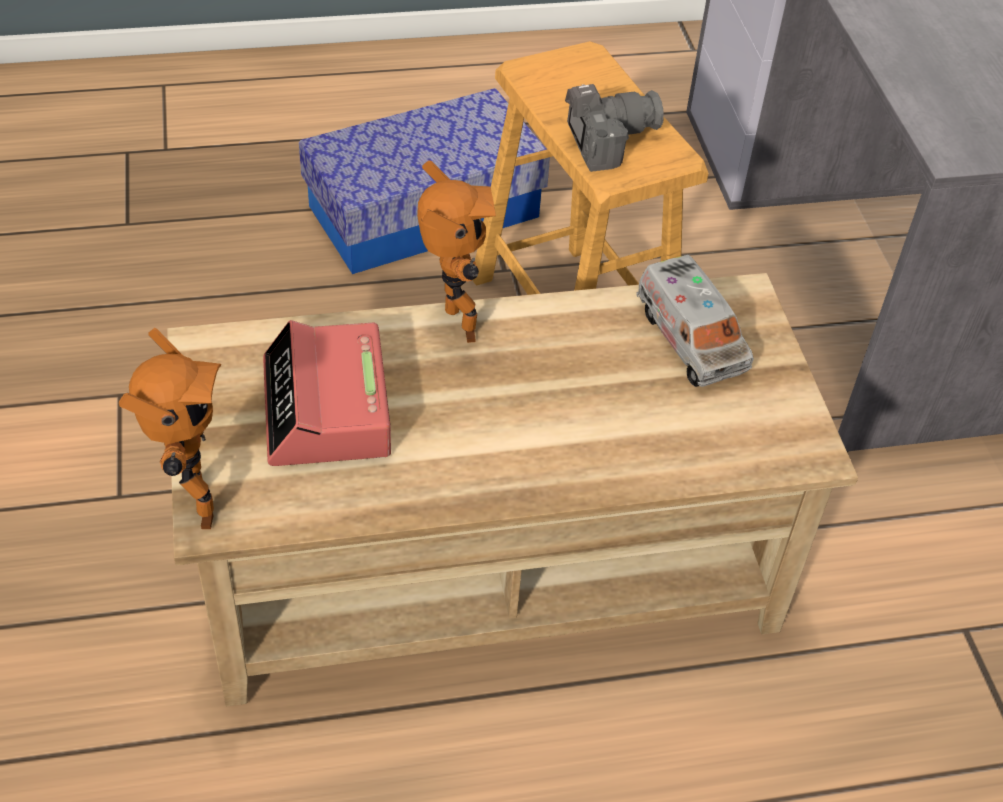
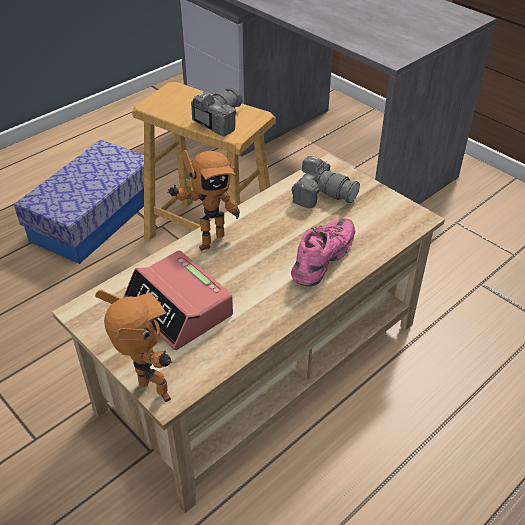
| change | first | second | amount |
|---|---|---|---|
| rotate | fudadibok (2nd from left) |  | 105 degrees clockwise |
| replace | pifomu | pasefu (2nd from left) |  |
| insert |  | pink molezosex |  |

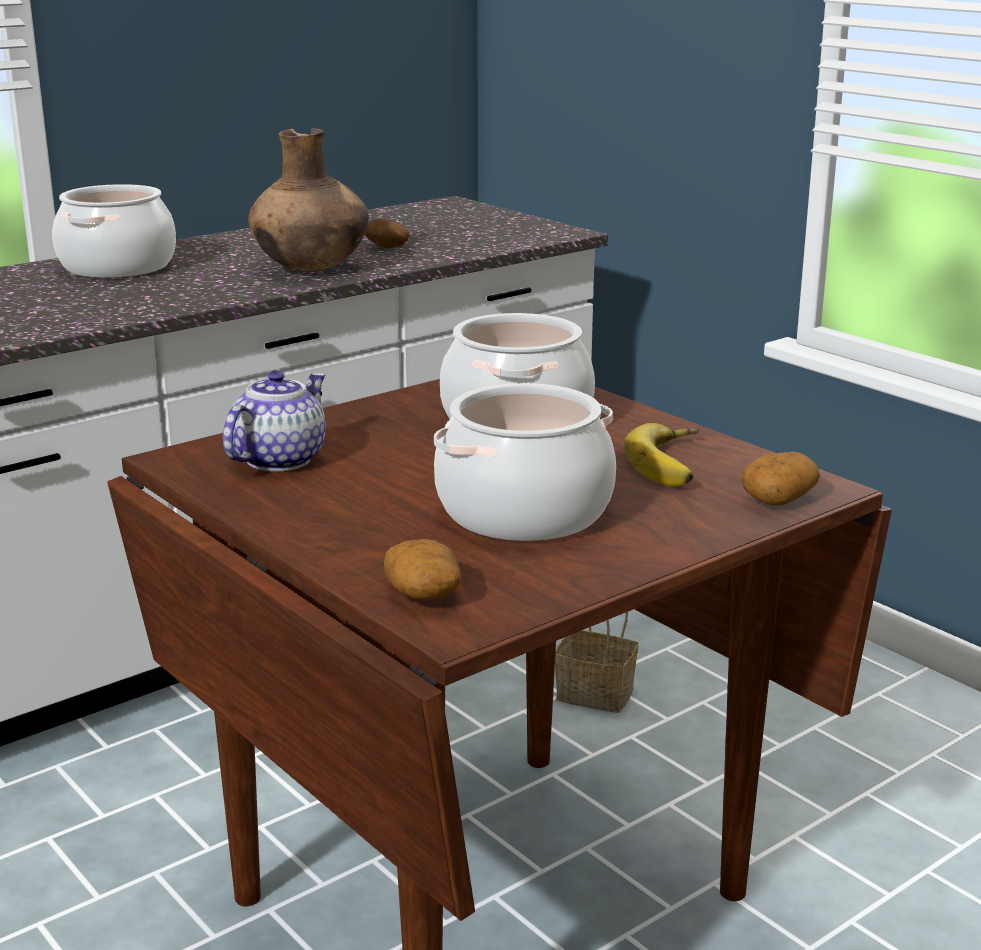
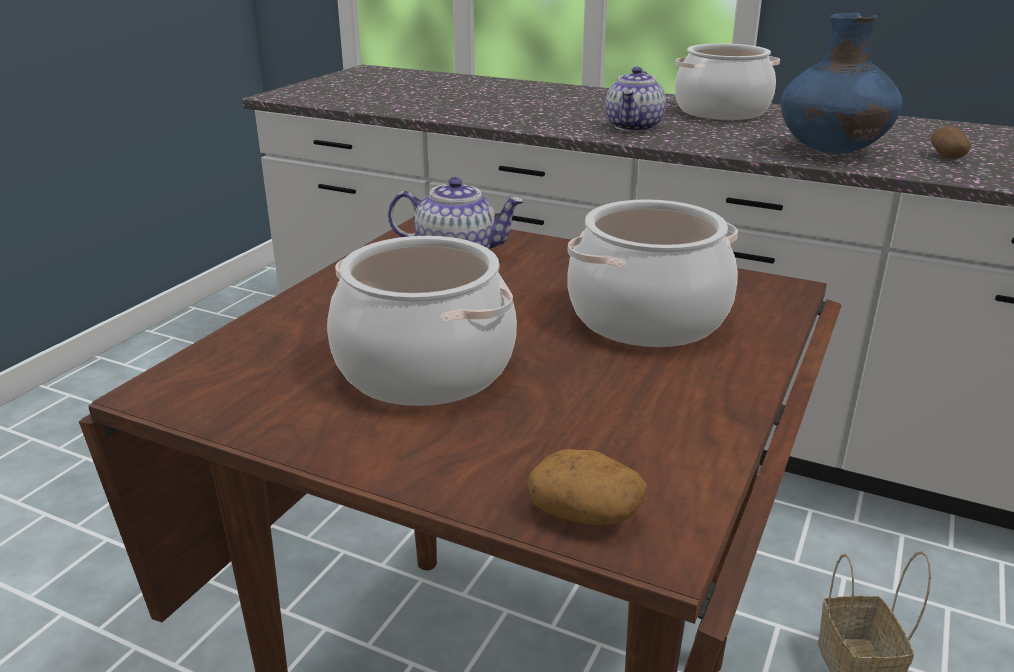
| change | first | second | amount |
|---|---|---|---|
| recolor | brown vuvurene | blue vuvurene |  |
| delete | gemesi (2nd from left) |  |  |
| delete | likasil |  |  |
| insert |  | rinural (2nd from left) |  |

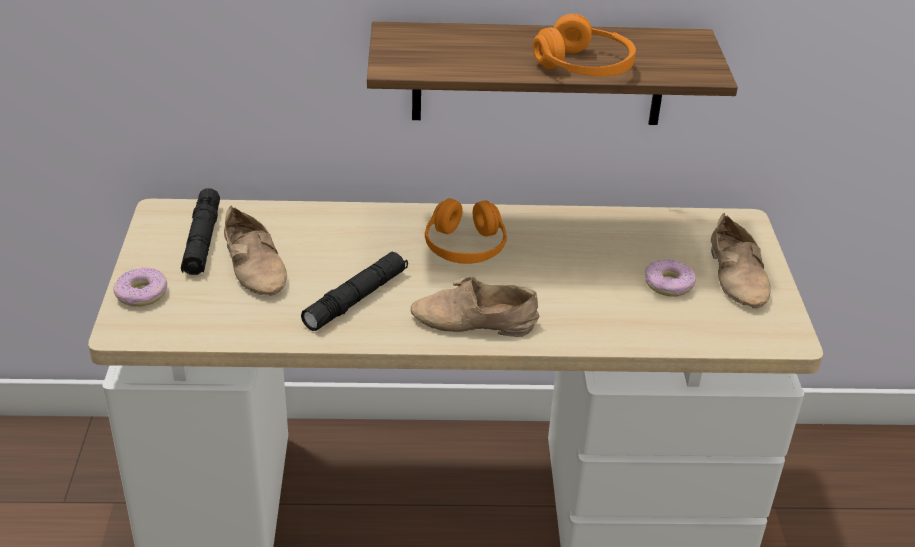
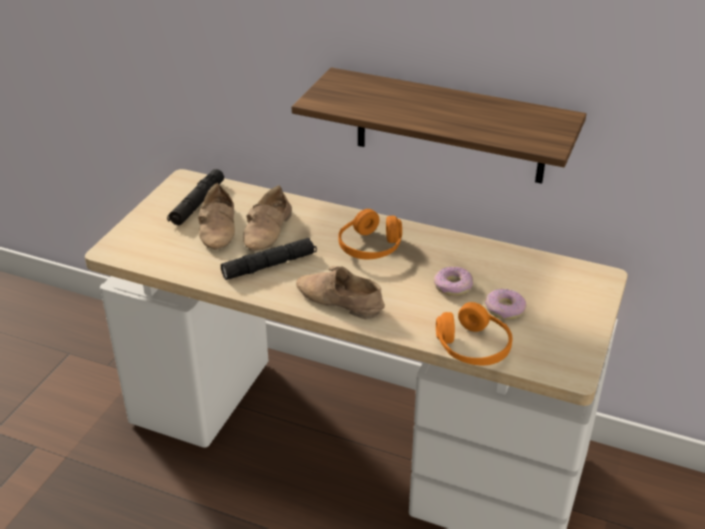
| change | first | second | amount |
|---|---|---|---|
| move | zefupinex (1st from left) |  |  |
| move | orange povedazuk (2nd from left) |  |  |
| move | beige molezosex (3rd from left in the first image) | beige molezosex (2nd from left) |  |

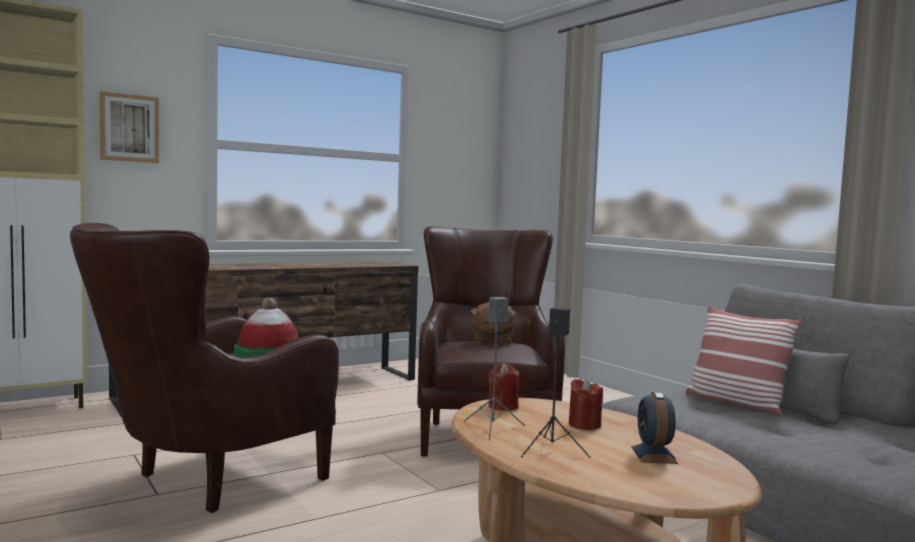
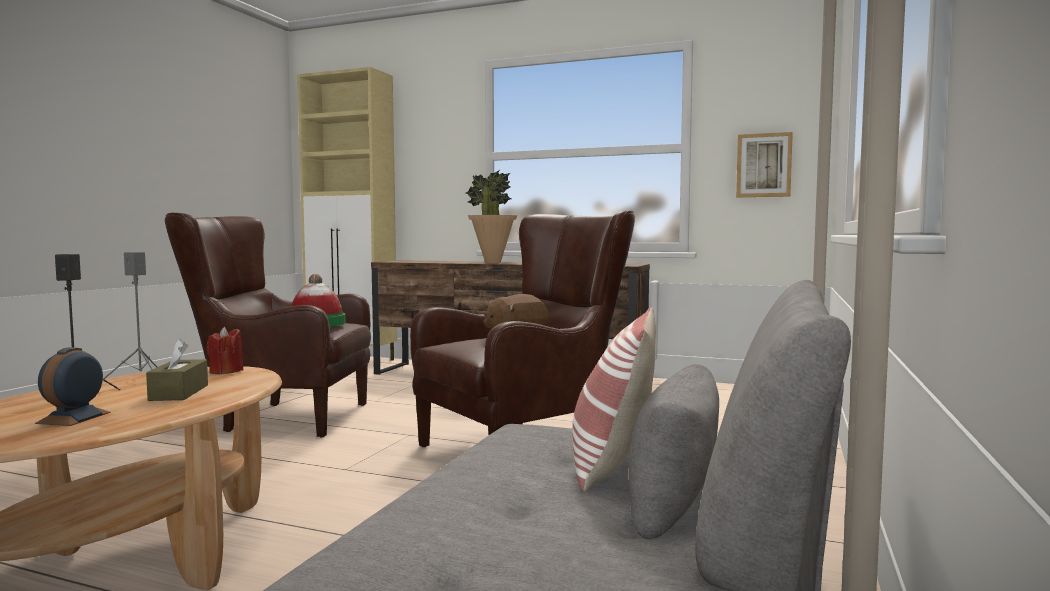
| change | first | second | amount |
|---|---|---|---|
| move | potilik |  |  |
| replace | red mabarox (2nd from left) | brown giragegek |  |
| rotate | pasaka |  | 45 degrees counterclockwise |
| insert |  | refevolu |  |

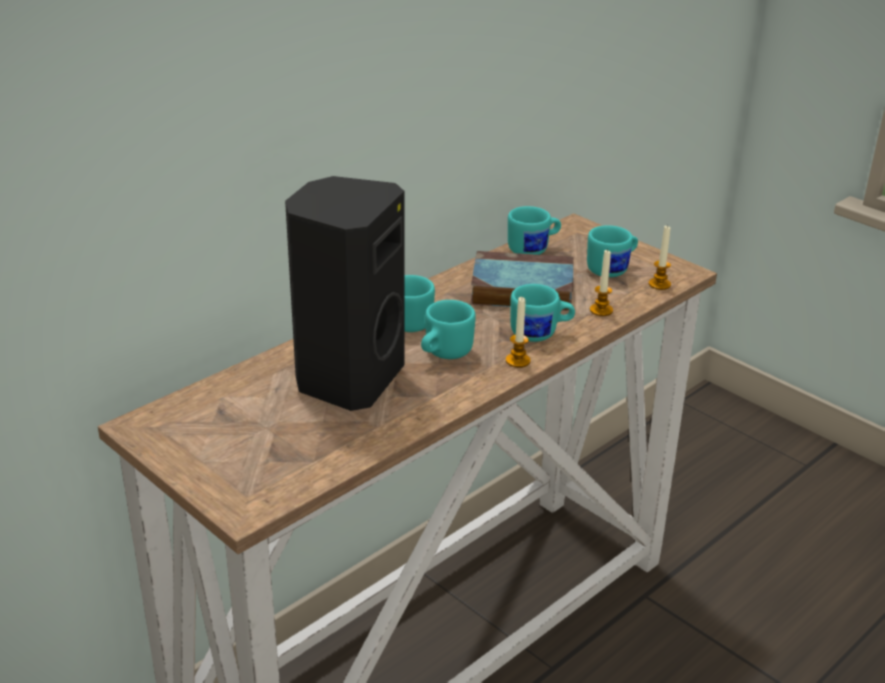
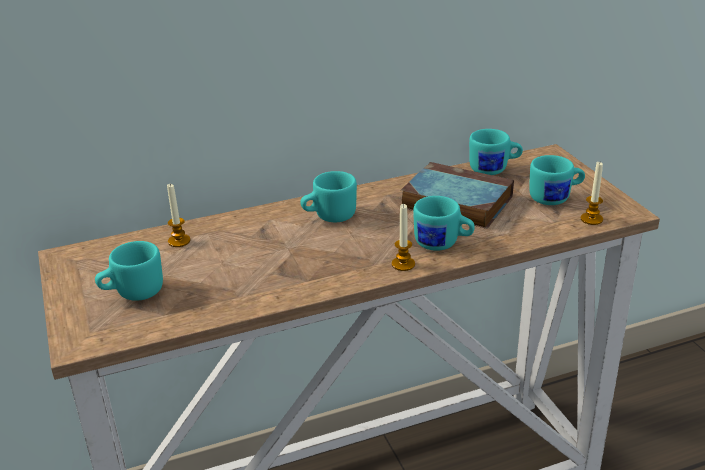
| change | first | second | amount |
|---|---|---|---|
| delete | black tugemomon |  |  |
| move | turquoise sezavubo (2nd from left in the first image) | turquoise sezavubo (1st from left) |  |
| move | mabarox (2nd from left in the first image) | mabarox (1st from left) |  |

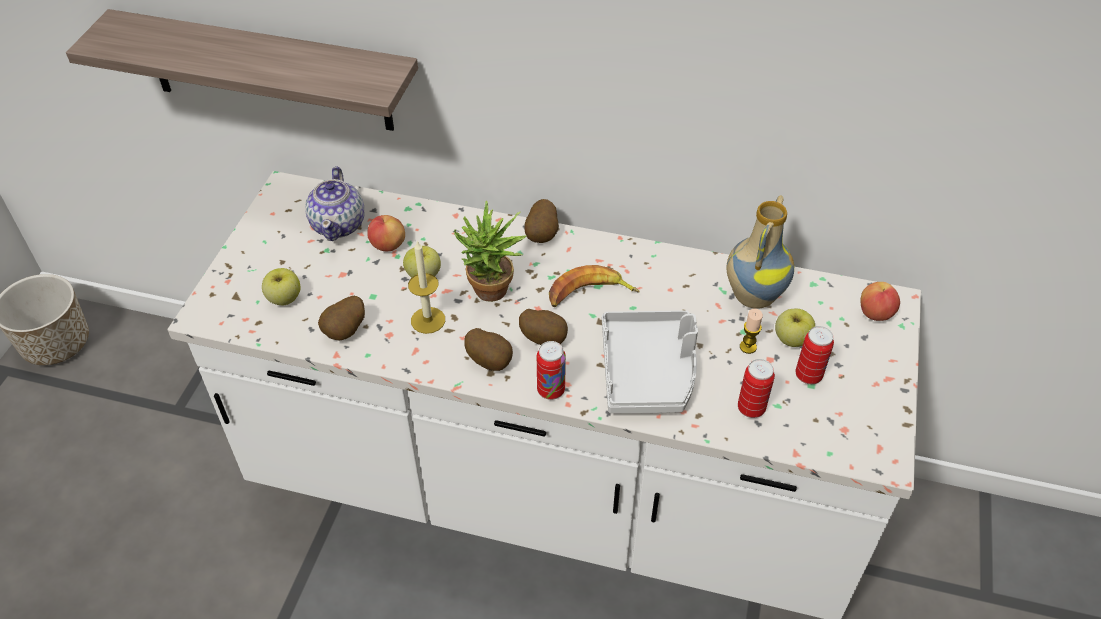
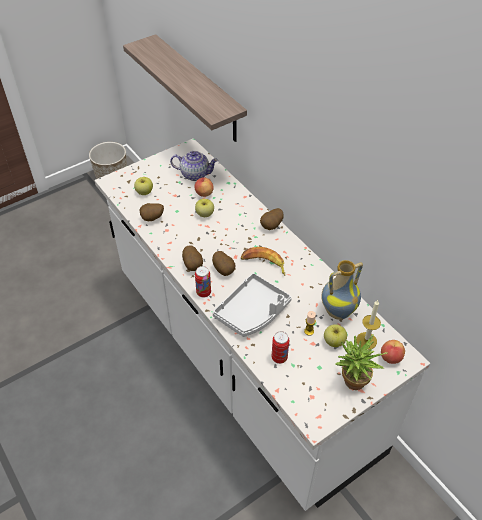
| change | first | second | amount |
|---|---|---|---|
| rotate | rinural |  | 120 degrees counterclockwise |
| move | mabarox (1st from left in the first image) | mabarox (2nd from left) |  |
| move | refevolu |  |  |
| delete | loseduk (3rd from left) |  |  |

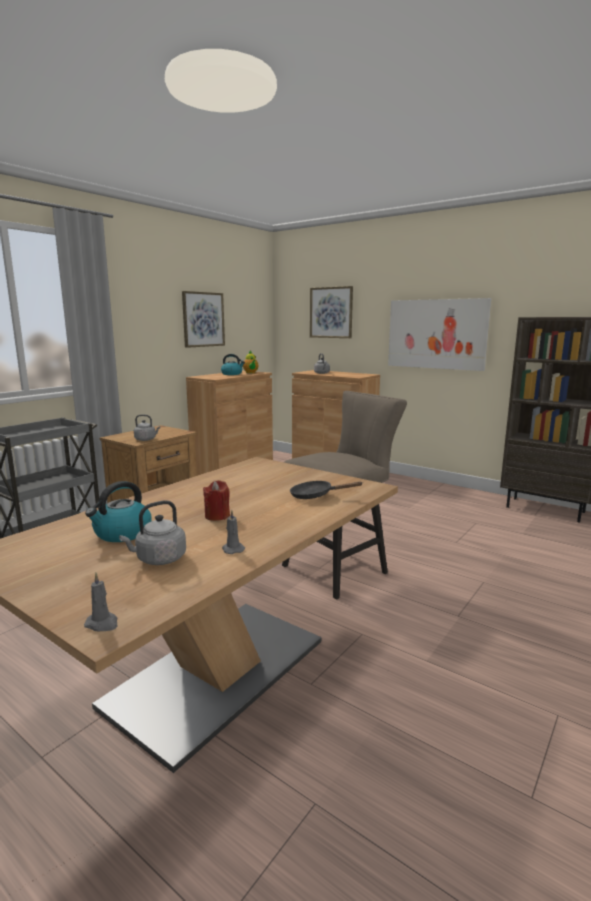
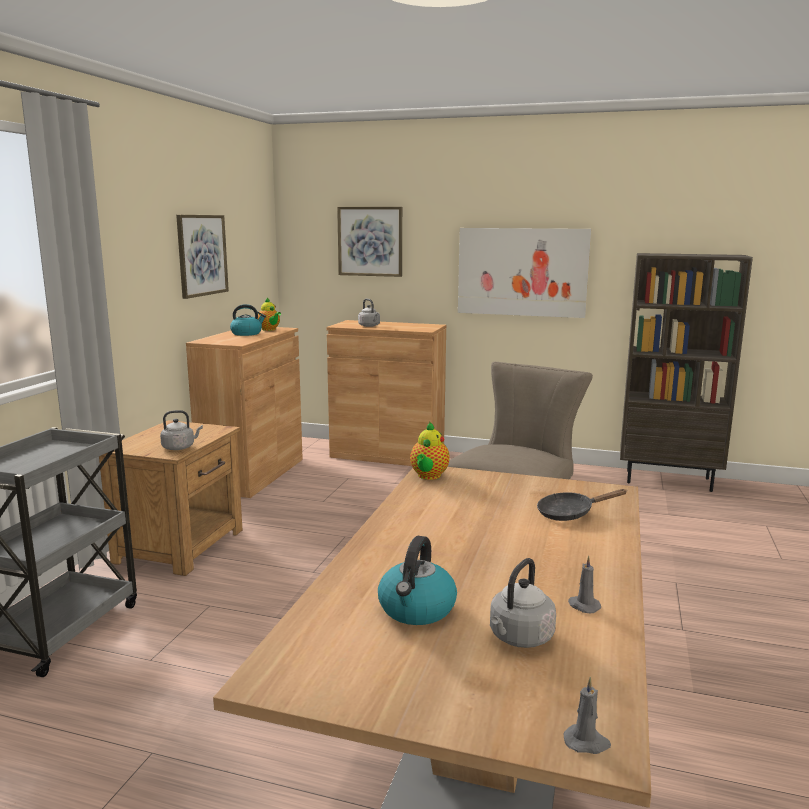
| change | first | second | amount |
|---|---|---|---|
| delete | red mabarox |  |  |
| insert |  | rinural (2nd from left) |  |

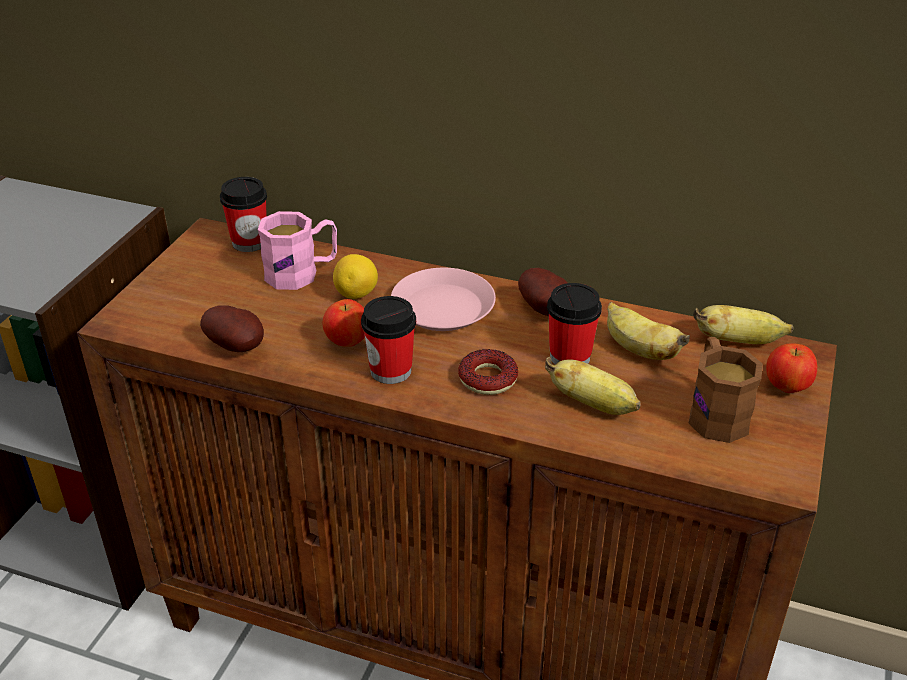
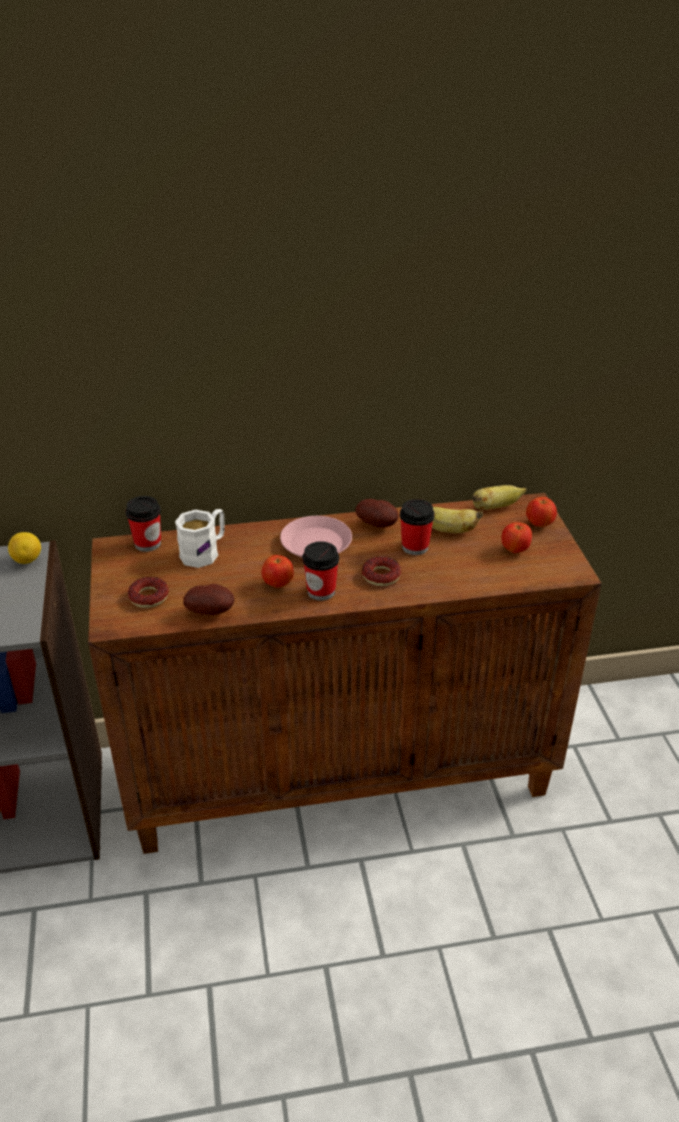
| change | first | second | amount |
|---|---|---|---|
| recolor | pink sezavubo | white sezavubo |  |
| move | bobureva |  |  |
| delete | likasil (1st from left) |  |  |
| replace | brown sezavubo | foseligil (2nd from left) |  |
| insert |  | zefupinex (1st from left) |  |

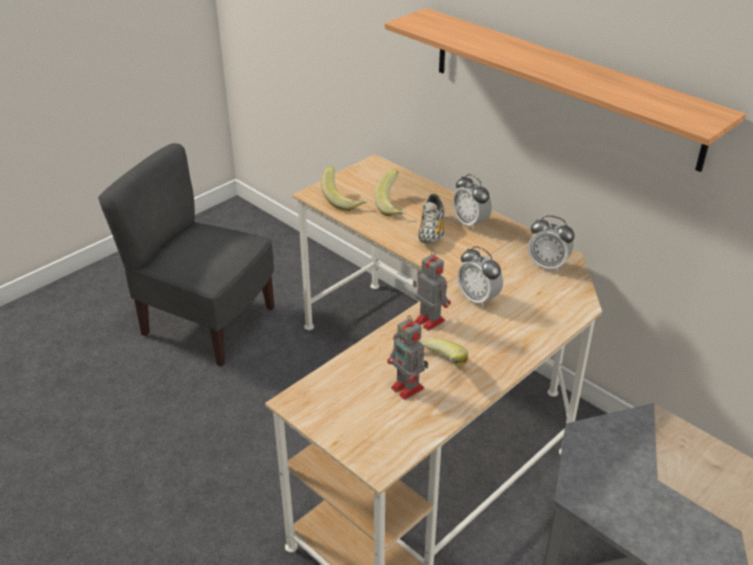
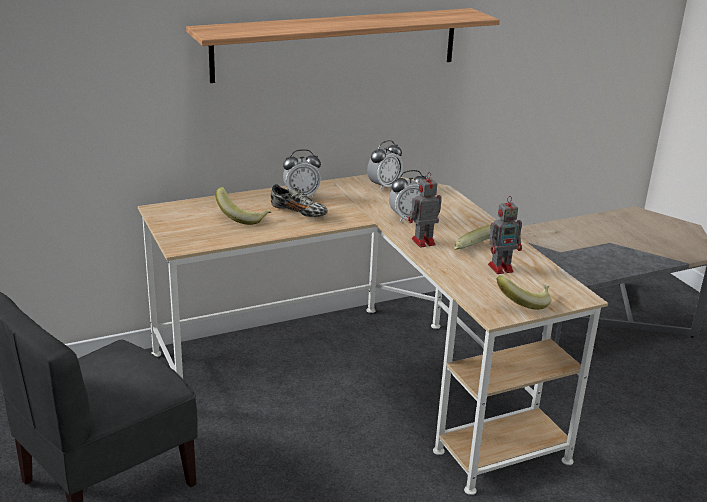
| change | first | second | amount |
|---|---|---|---|
| move | likasil (1st from left in the first image) | likasil (3rd from left) |  |

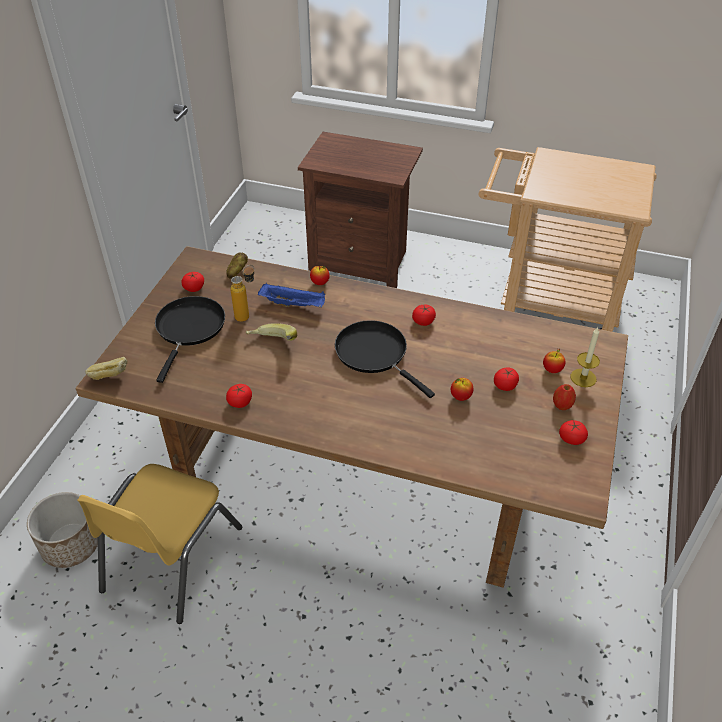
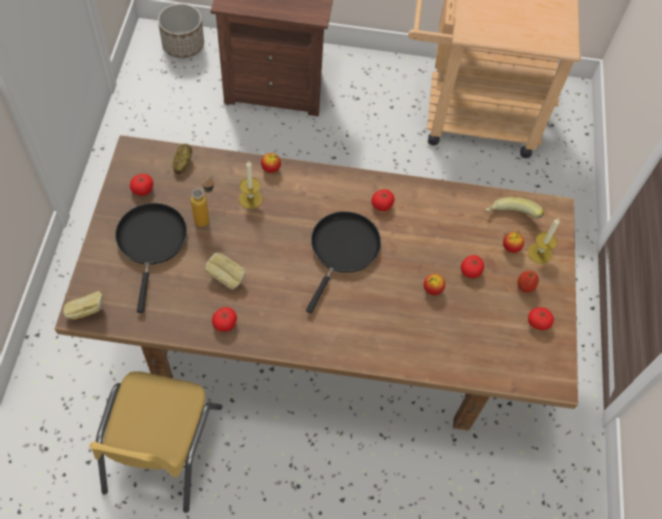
| change | first | second | amount |
|---|---|---|---|
| move | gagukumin |  |  |
| move | likasil |  |  |
| replace | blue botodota | mabarox (1st from left) |  |
| rotate | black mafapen (2nd from left) |  | 75 degrees clockwise |
| insert |  | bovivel (2nd from left) |  |

